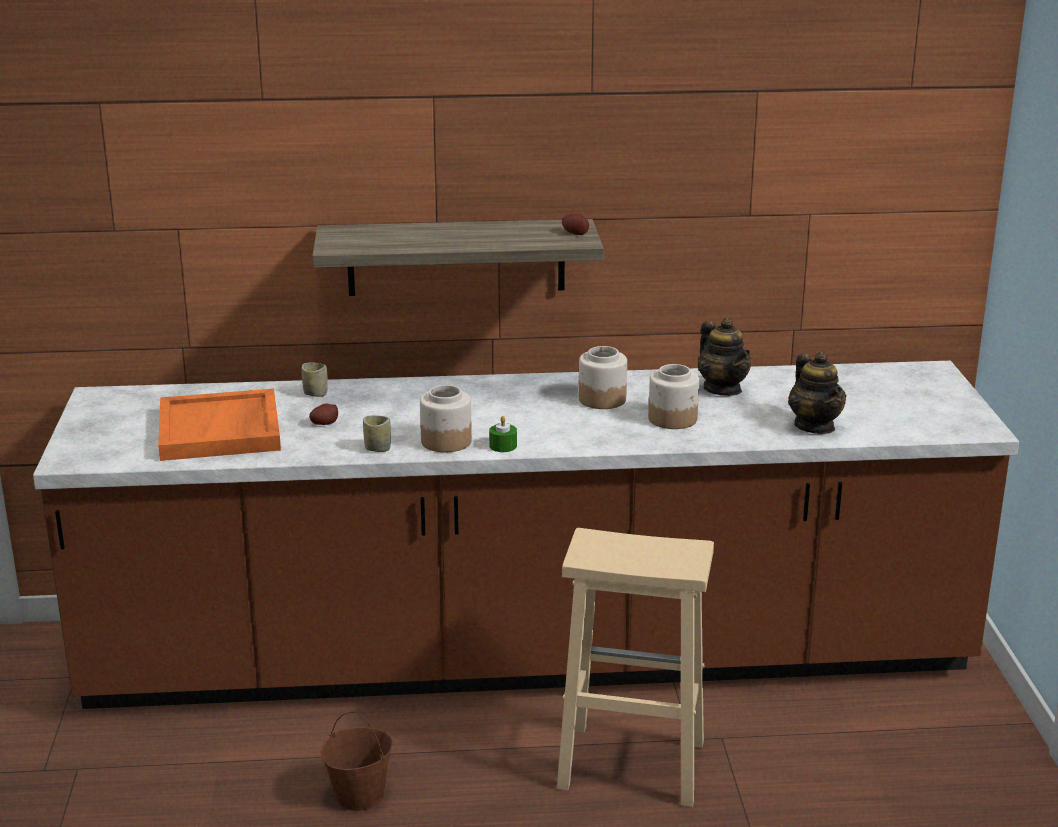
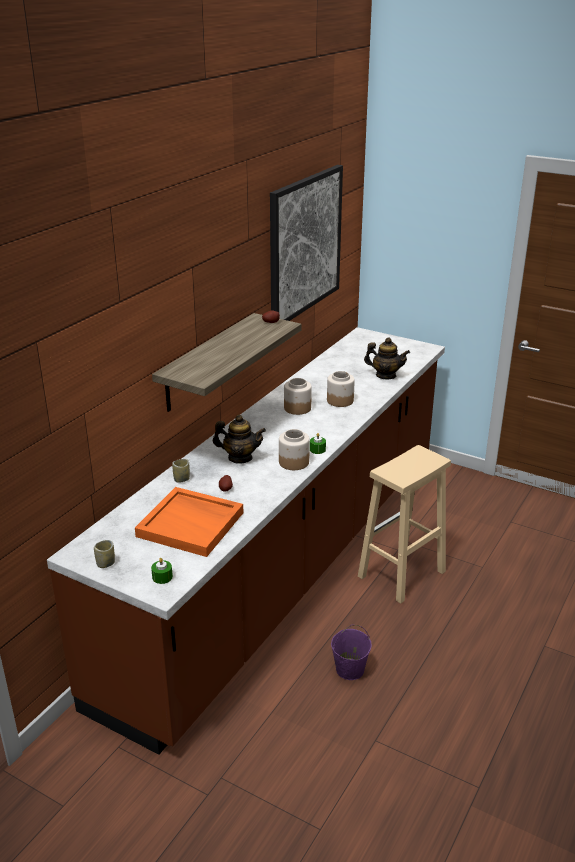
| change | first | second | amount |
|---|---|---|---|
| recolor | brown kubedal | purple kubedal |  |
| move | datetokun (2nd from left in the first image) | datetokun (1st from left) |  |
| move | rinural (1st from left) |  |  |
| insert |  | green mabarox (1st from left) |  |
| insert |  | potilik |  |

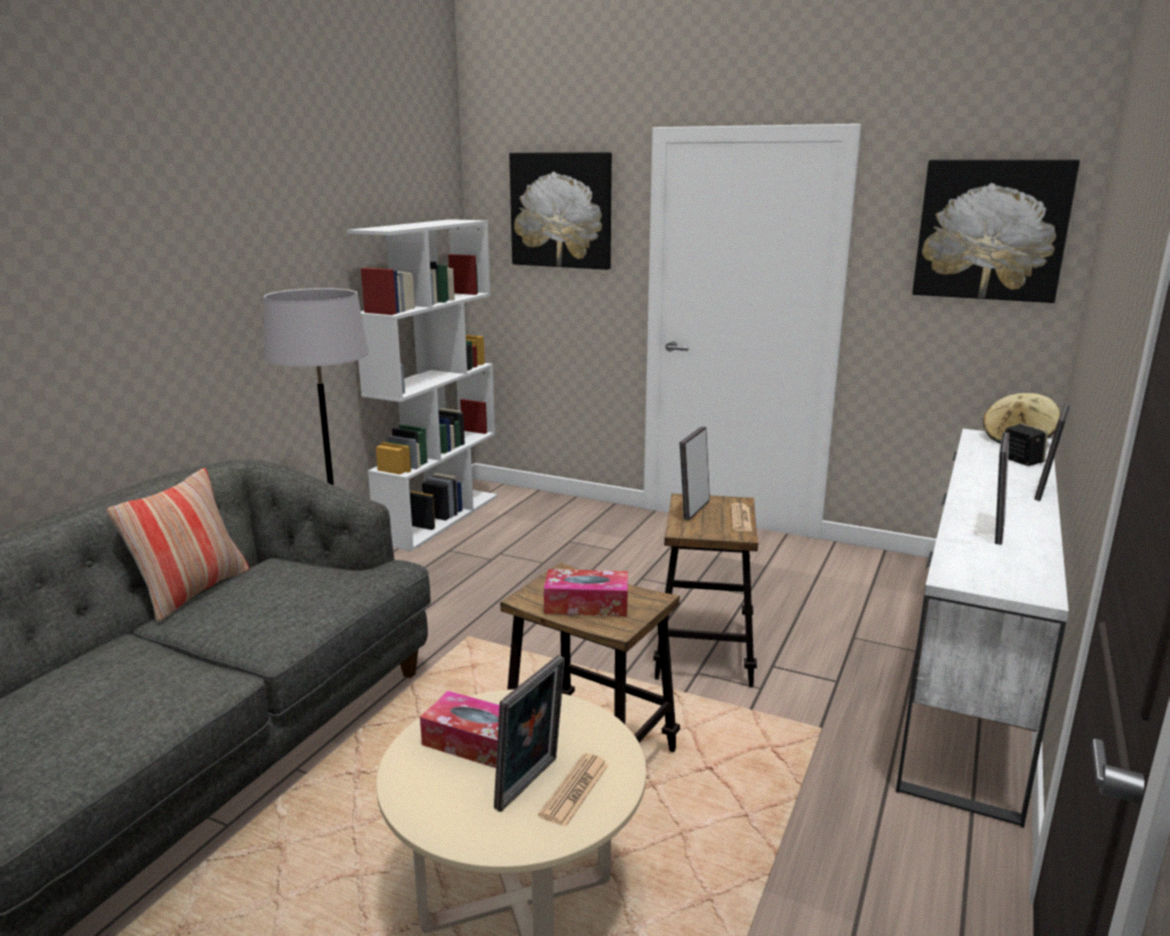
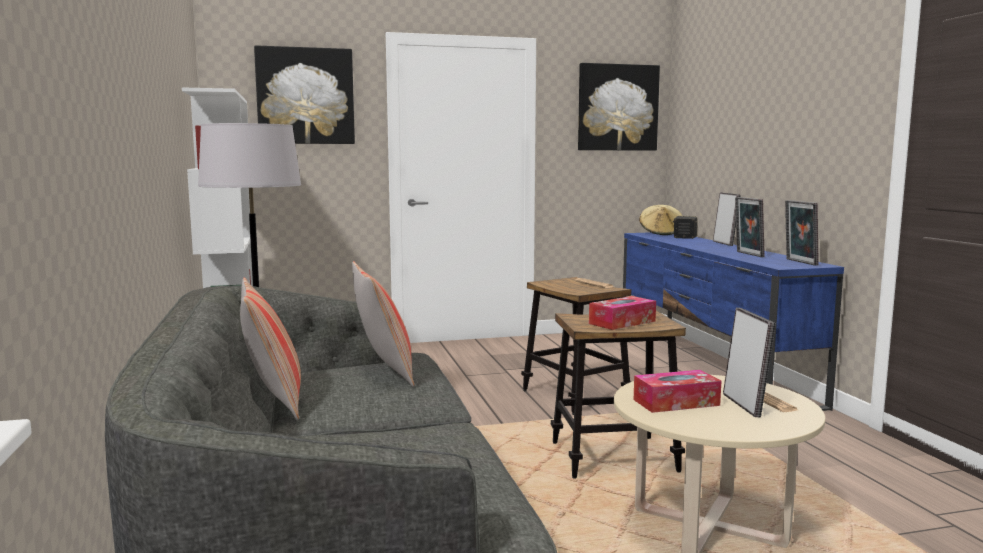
| change | first | second | amount |
|---|---|---|---|
| move | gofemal (2nd from left in the first image) | gofemal (4th from left) |  |
| recolor | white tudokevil | blue tudokevil |  |
| insert |  | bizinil (2nd from left) |  |

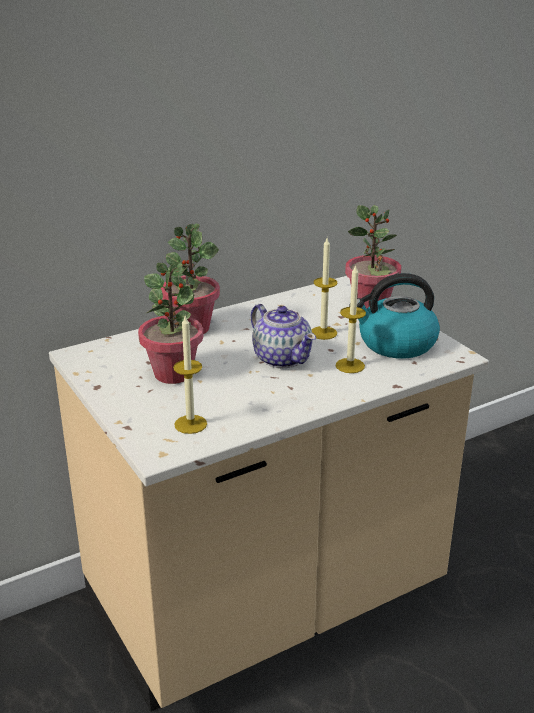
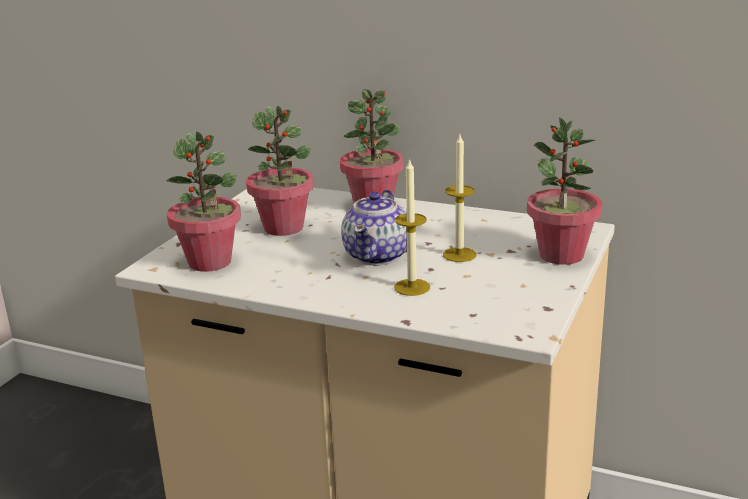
| change | first | second | amount |
|---|---|---|---|
| replace | mabarox (1st from left) | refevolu (1st from left) |  |
| delete | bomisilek |  |  |

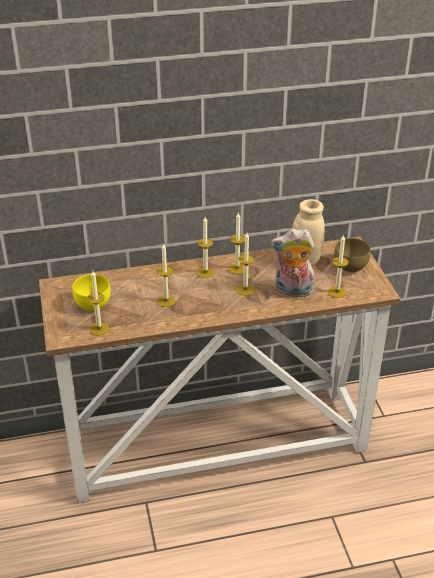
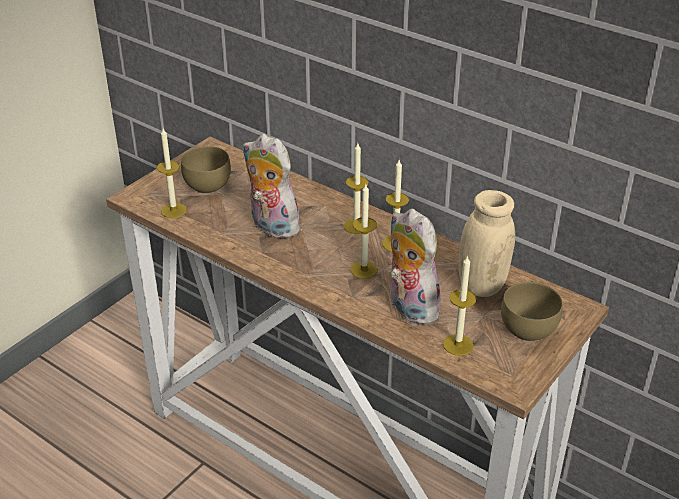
| change | first | second | amount |
|---|---|---|---|
| recolor | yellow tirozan | brown tirozan (1st from left) |  |
| replace | mabarox (2nd from left) | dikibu (1st from left) |  |

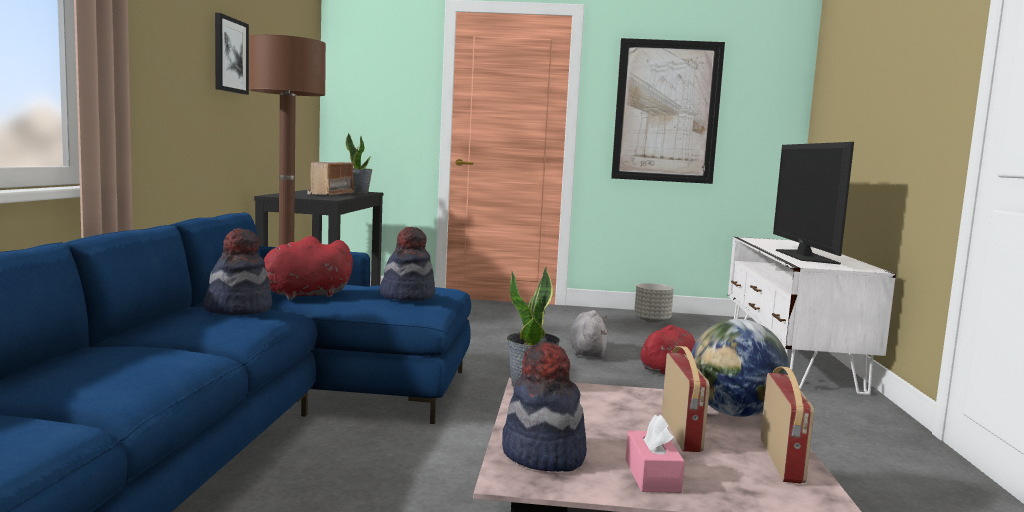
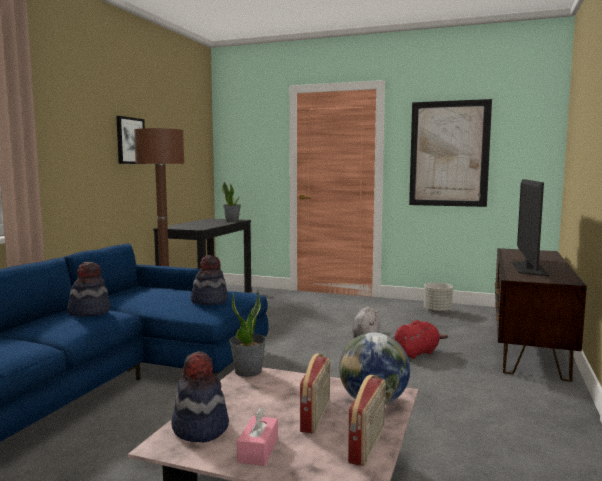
| change | first | second | amount |
|---|---|---|---|
| delete | red dikibu (1st from left) |  |  |
| delete | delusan (1st from left) |  |  |
| recolor | white tudokevil | brown tudokevil |  |

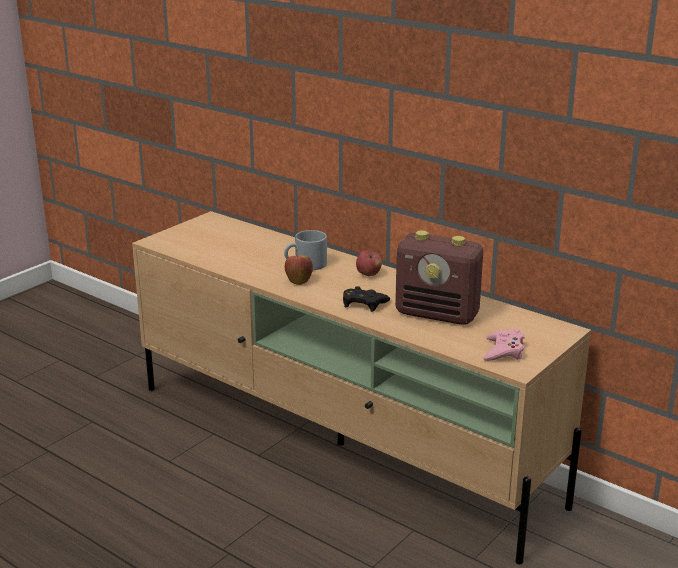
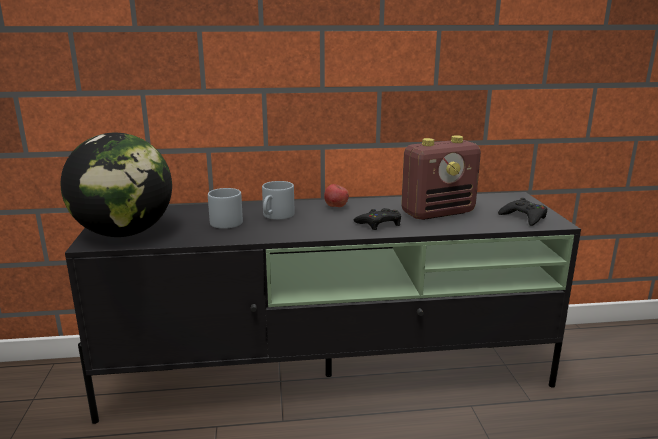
| change | first | second | amount |
|---|---|---|---|
| recolor | beige tudokevil | black tudokevil |  |
| delete | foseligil (1st from left) |  |  |
| recolor | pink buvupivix | black buvupivix (2nd from left) |  |
| insert |  | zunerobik |  |
| insert |  | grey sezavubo (1st from left) |  |

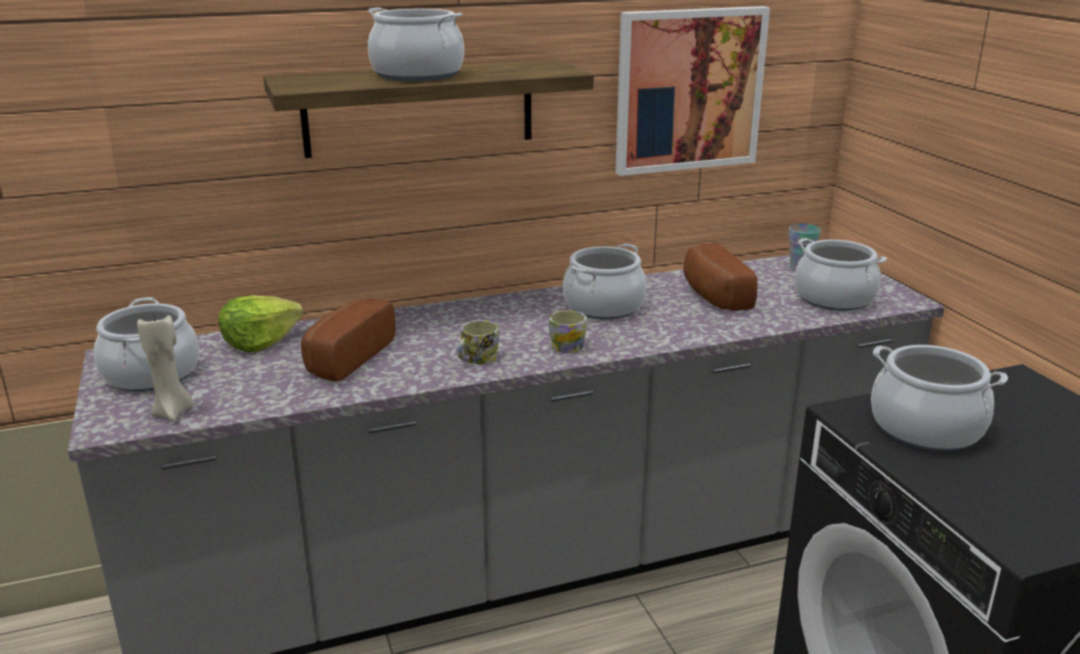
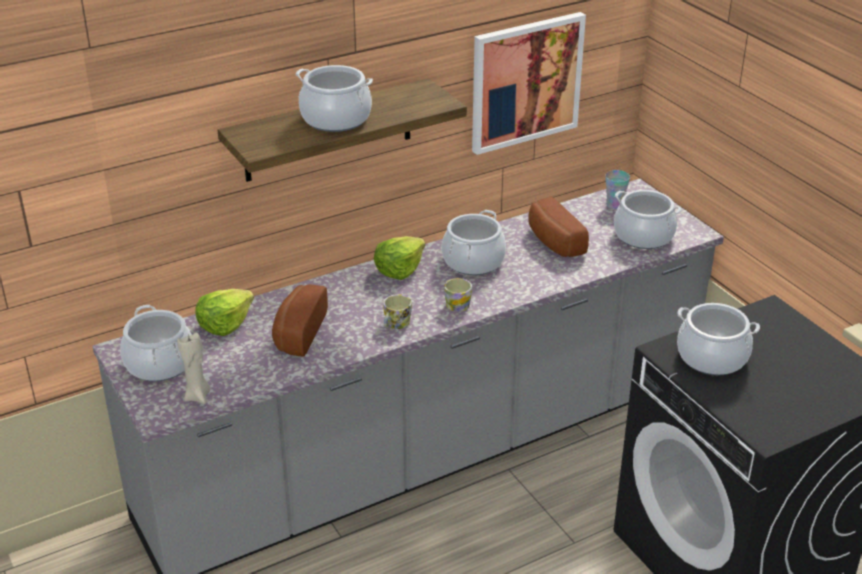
| change | first | second | amount |
|---|---|---|---|
| insert |  | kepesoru (2nd from left) |  |

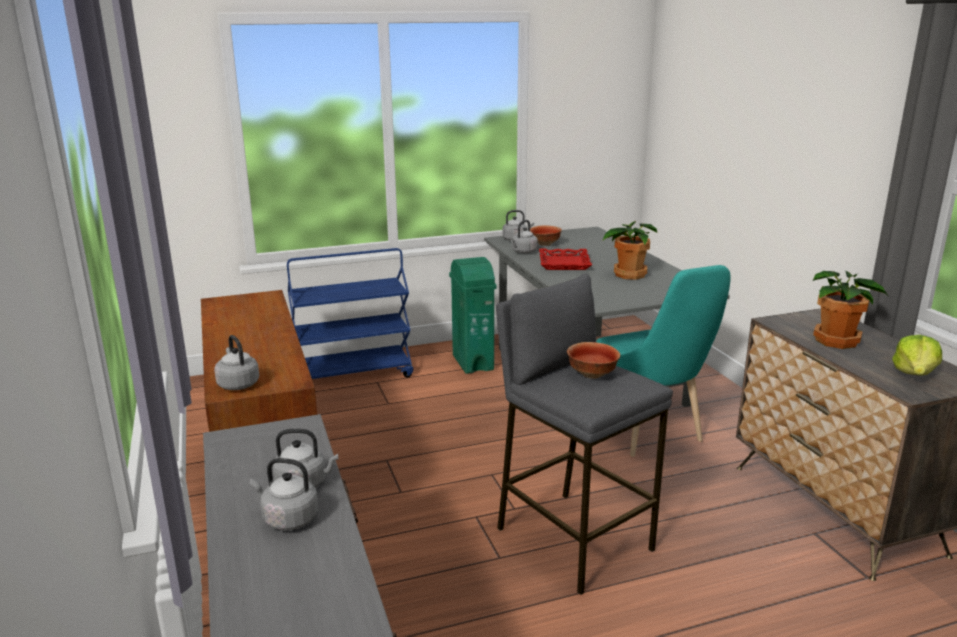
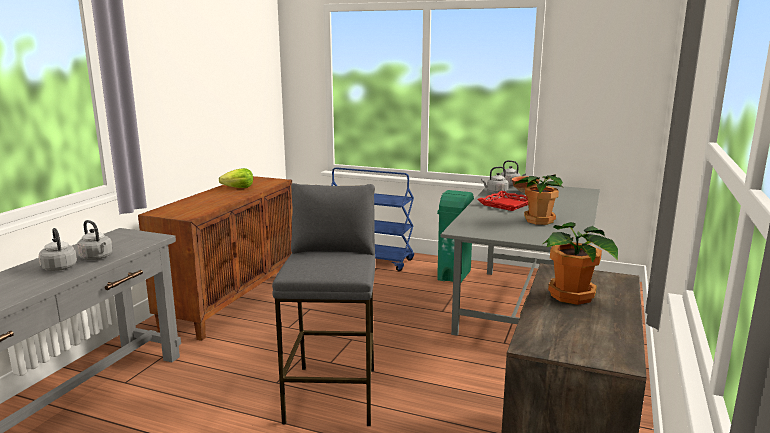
| change | first | second | amount |
|---|---|---|---|
| delete | grey bomisilek (1st from left) |  |  |
| delete | tirozan (2nd from left) |  |  |
| delete | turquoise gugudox |  |  |
| move | kepesoru |  |  |

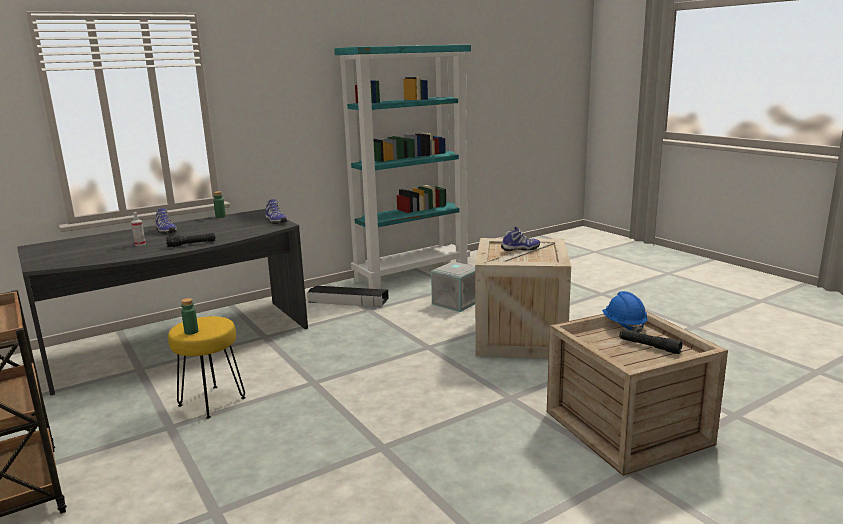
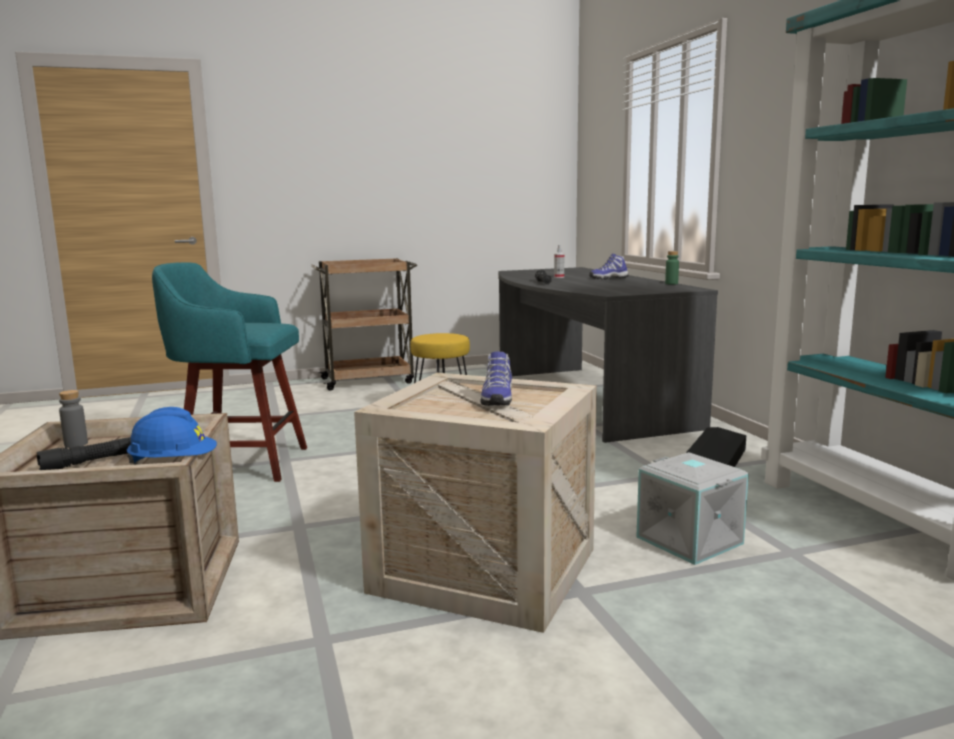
| change | first | second | amount |
|---|---|---|---|
| delete | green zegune (1st from left) |  |  |
| delete | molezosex (2nd from left) |  |  |
| insert |  | grey zegune |  |
| insert |  | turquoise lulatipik |  |

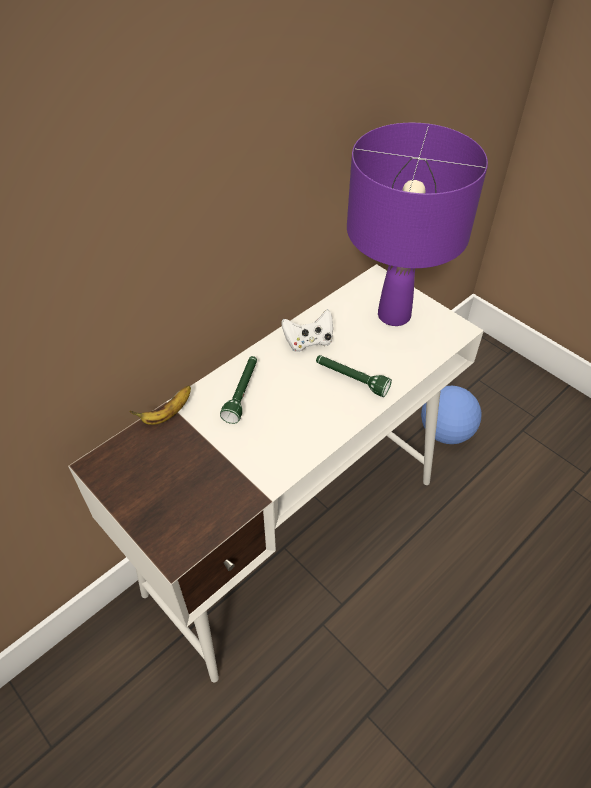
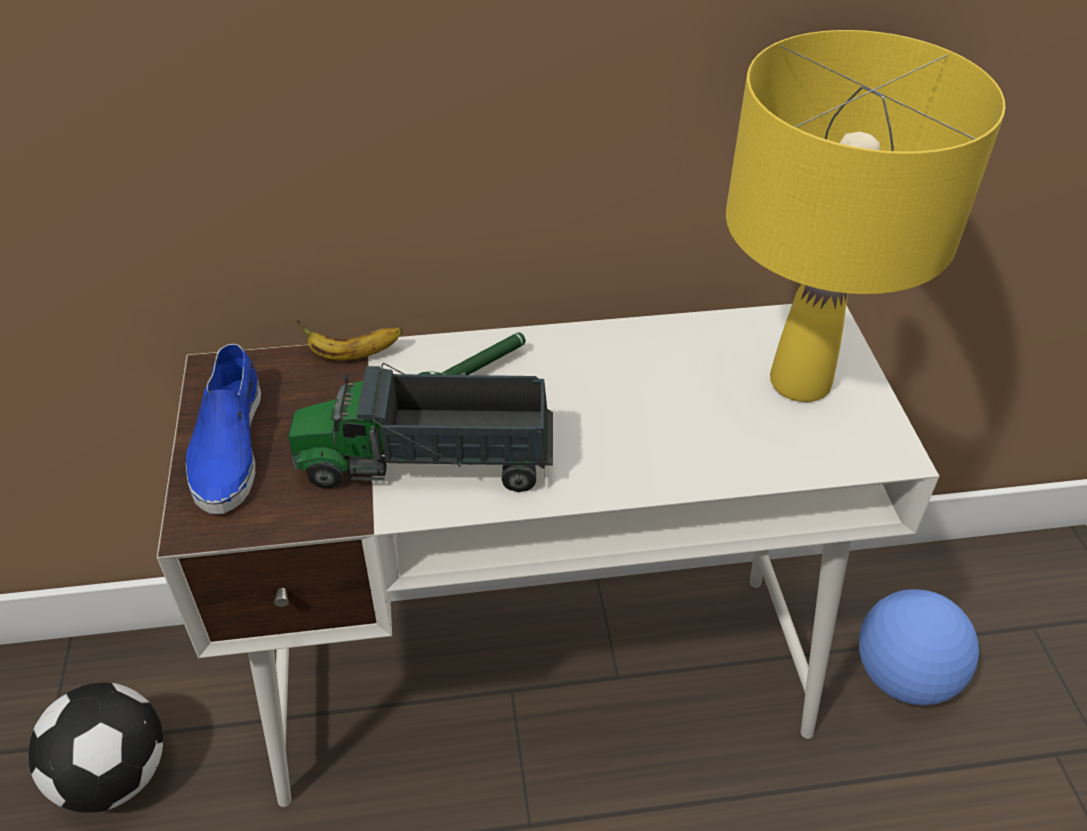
| change | first | second | amount |
|---|---|---|---|
| delete | white buvupivix |  |  |
| delete | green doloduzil (2nd from left) |  |  |
| recolor | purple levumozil | yellow levumozil |  |
| insert |  | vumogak (1st from left) |  |
| insert |  | blue molezosex |  |
| insert |  | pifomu |  |

